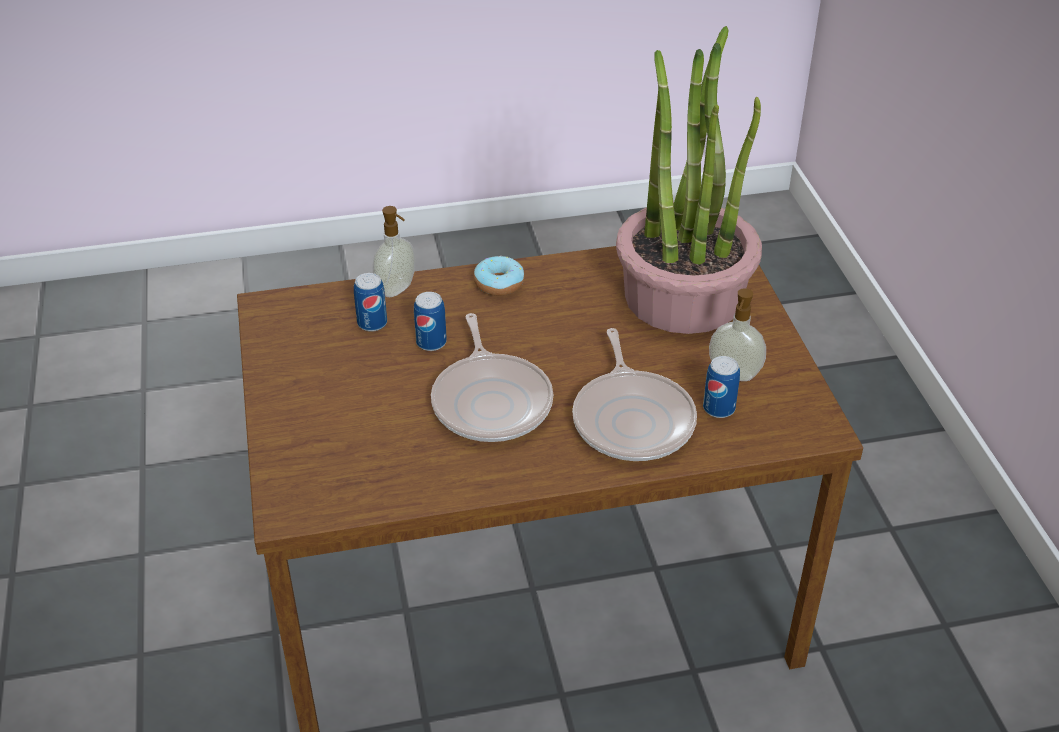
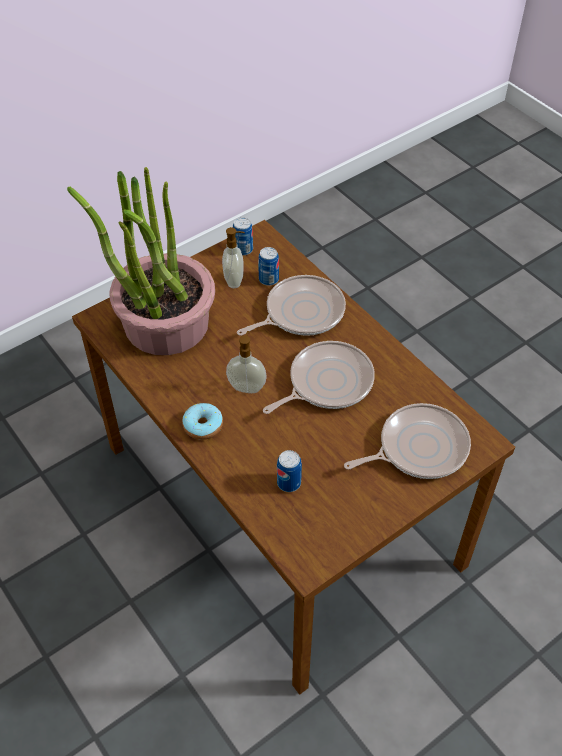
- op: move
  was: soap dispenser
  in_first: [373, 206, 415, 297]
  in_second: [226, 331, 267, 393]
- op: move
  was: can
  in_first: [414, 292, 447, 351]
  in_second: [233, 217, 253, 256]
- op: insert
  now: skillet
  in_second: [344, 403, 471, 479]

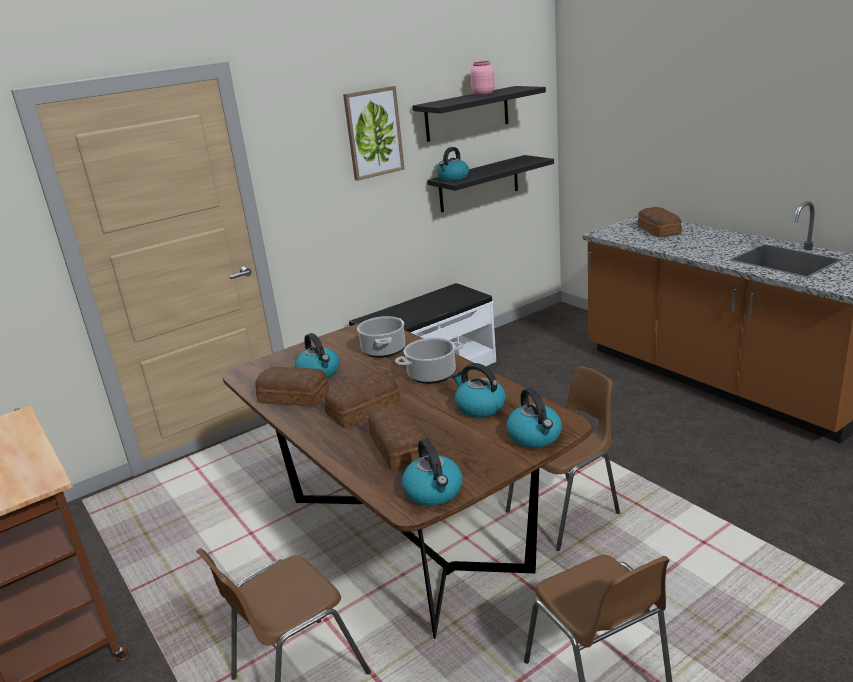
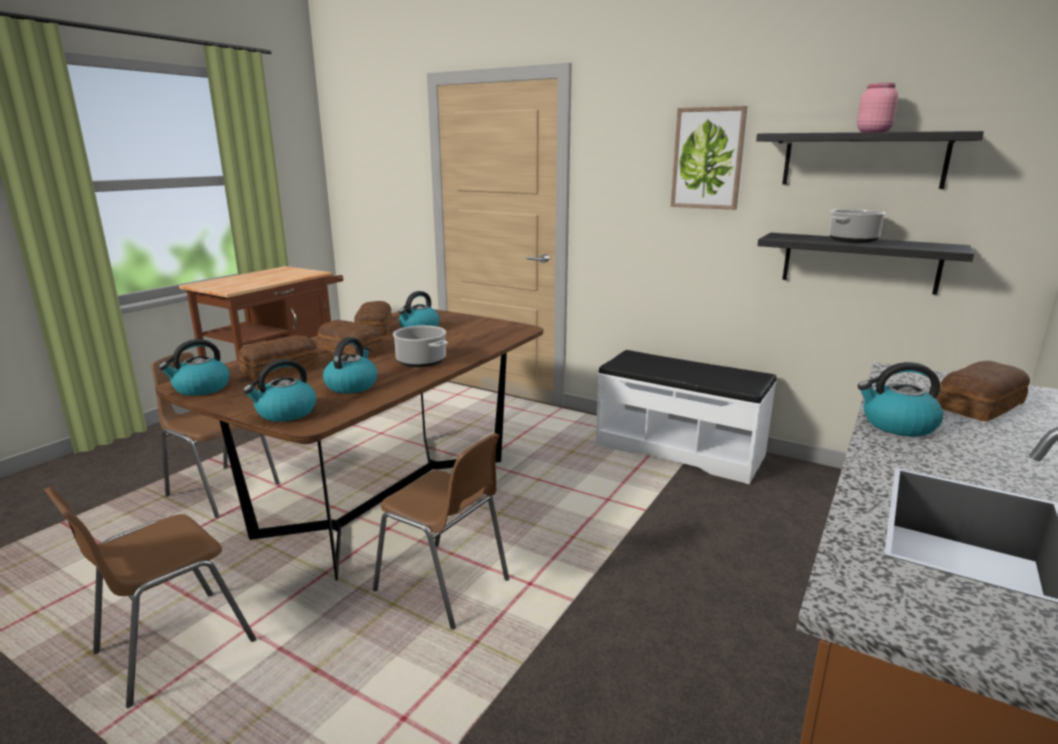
- op: move
  was: saucepot
  in_first: [357, 316, 405, 358]
  in_second: [829, 209, 886, 243]
- op: move
  was: kettle
  in_first: [437, 147, 469, 181]
  in_second: [858, 362, 943, 437]

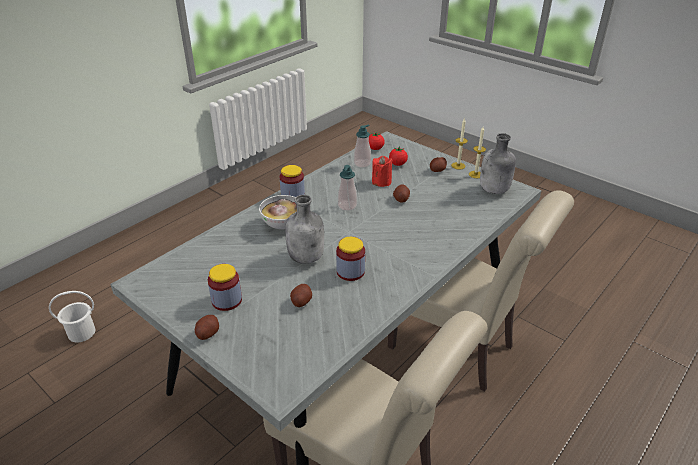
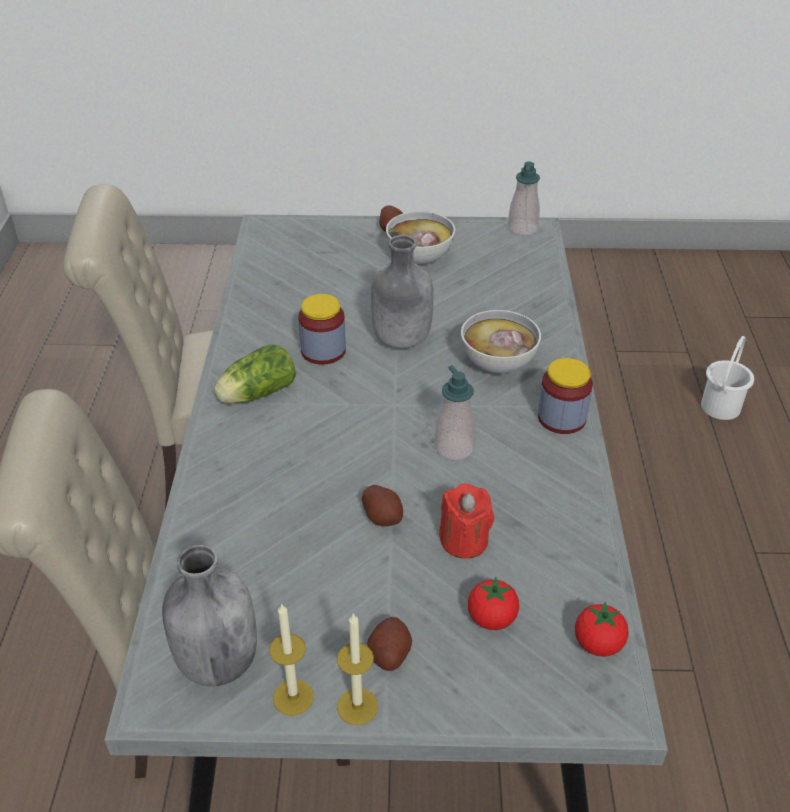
- op: replace
  was: preserve jar
  now: serving bowl
  in_first: [208, 264, 242, 311]
  in_second: [386, 211, 455, 264]
- op: delete
  was: whole potato
  in_first: [290, 284, 312, 307]
- op: move
  was: soap dispenser
  in_first: [354, 125, 371, 168]
  in_second: [508, 162, 540, 236]
- op: insert
  now: head of lettuce
  in_second: [214, 345, 296, 403]

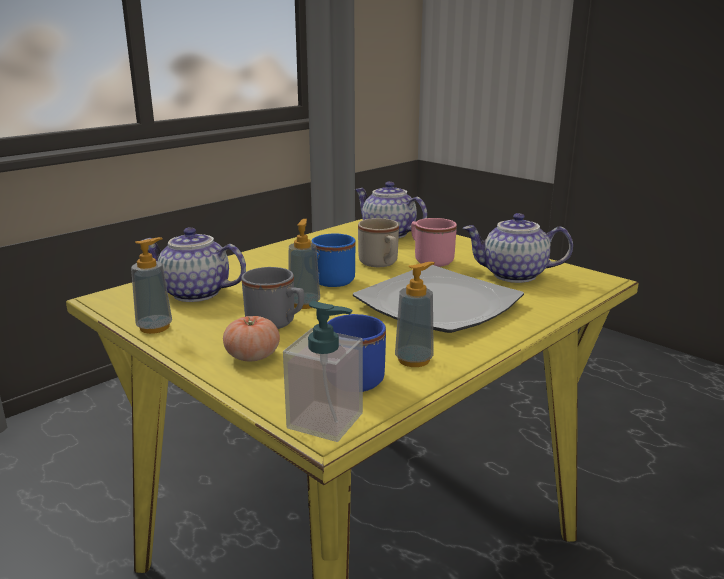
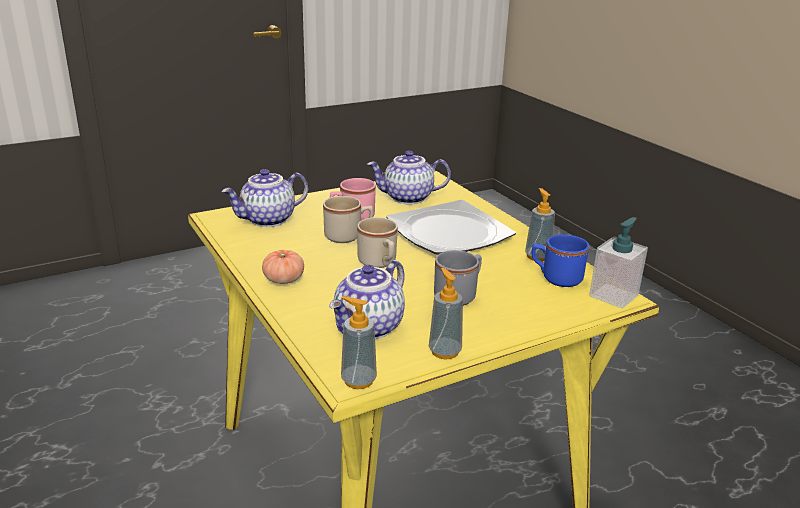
- op: move
  was: tomato
  in_first: [223, 316, 280, 361]
  in_second: [262, 250, 304, 284]
- op: move
  was: soap dispenser
  in_first: [288, 219, 320, 309]
  in_second: [341, 296, 377, 389]
- op: recolor
  was: bluish mug
  now: beige-coloured mug
  in_first: [311, 234, 355, 287]
  in_second: [357, 217, 398, 268]
- op: rotate
  was: tea pot
  in_first: [463, 213, 573, 283]
  in_second: [367, 150, 451, 204]
  clockwise: 60

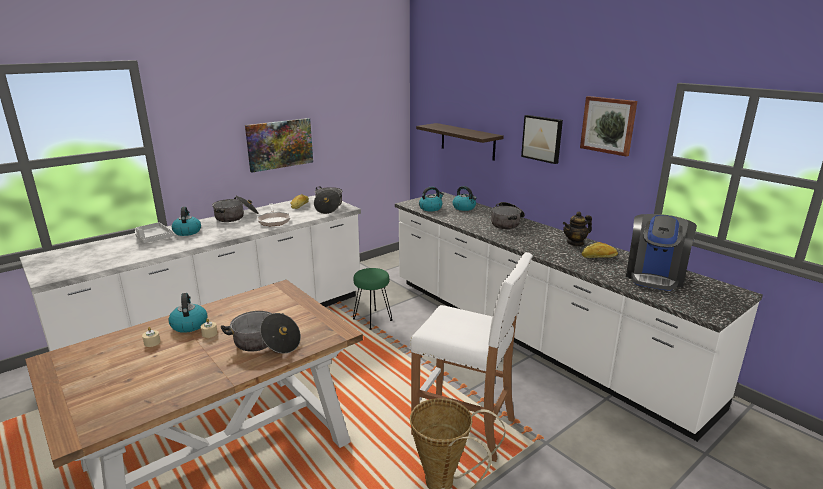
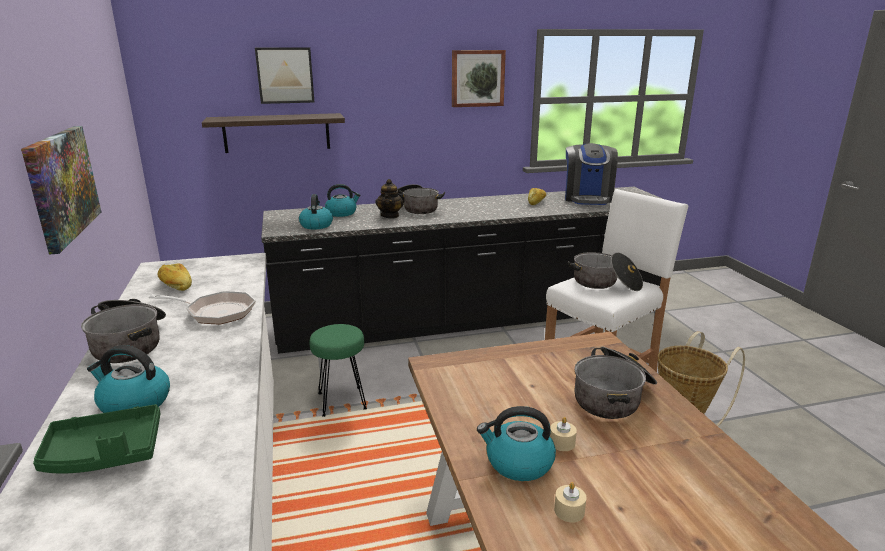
- op: recolor
  was: grey carrying tray
  now: greenish carrying tray
  in_first: [135, 222, 174, 243]
  in_second: [33, 404, 160, 473]
- op: move
  was: saucepot
  in_first: [314, 186, 342, 214]
  in_second: [568, 252, 643, 291]
- op: recolor
  was: whitish kitchen base unit
  now: black kitchen base unit
  in_first: [395, 192, 763, 442]
  in_second: [261, 187, 663, 354]
- op: move
  was: picture
  in_first: [521, 115, 563, 164]
  in_second: [255, 47, 314, 104]
- op: move
  was: tea pot
  in_first: [563, 211, 592, 246]
  in_second: [375, 179, 404, 218]
- op: rotate
  was: coffee maker
  in_first: [626, 214, 697, 291]
  in_second: [565, 143, 618, 205]
  clockwise: 45

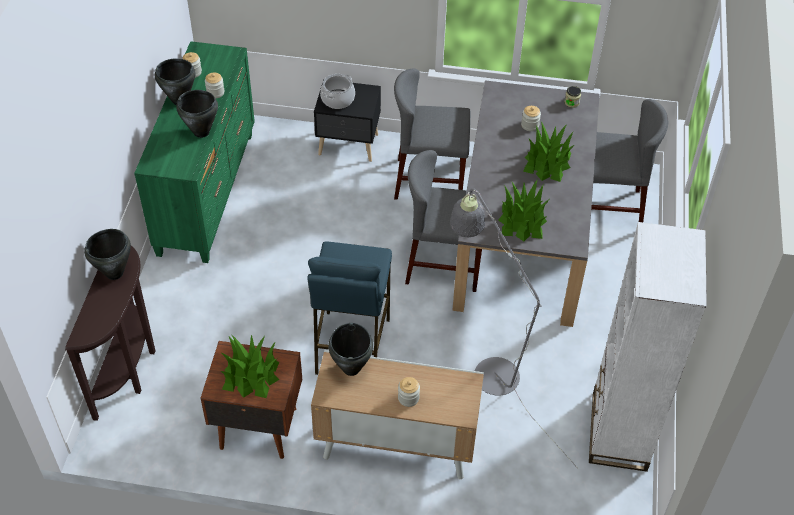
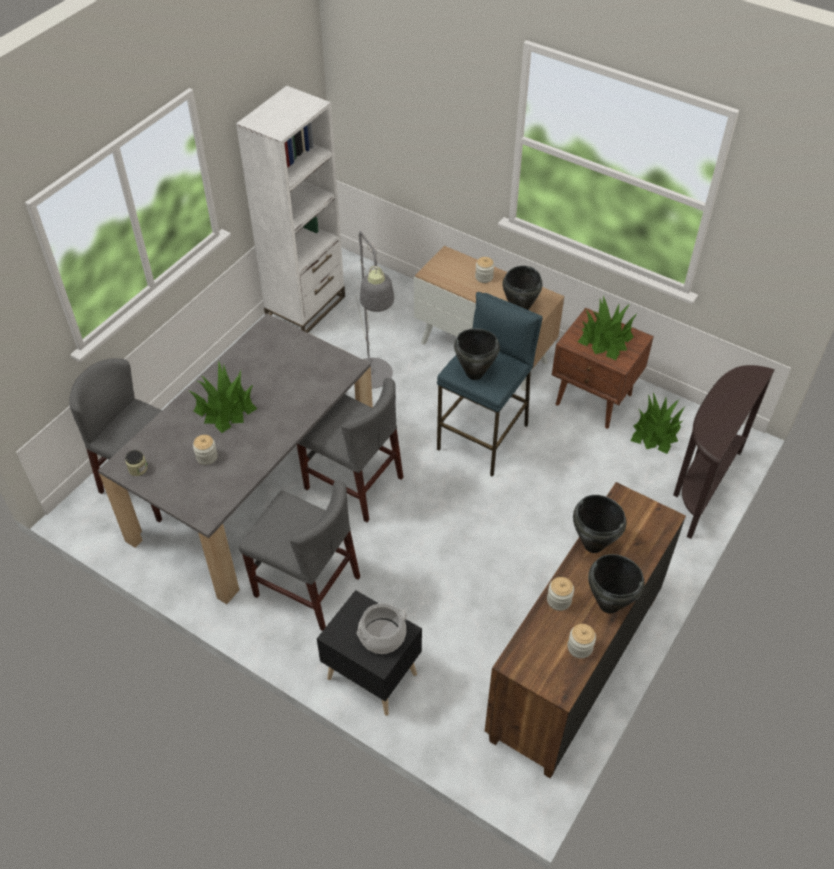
- op: move
  was: black saucepot
  in_first: [84, 229, 131, 280]
  in_second: [454, 328, 500, 380]
- op: recolor
  was: greenish drawer chest
  now: brown-coloured drawer chest
  in_first: [134, 41, 255, 263]
  in_second: [485, 482, 686, 778]
- op: move
  was: plant in a pot
  in_first: [498, 179, 549, 241]
  in_second: [631, 393, 685, 454]

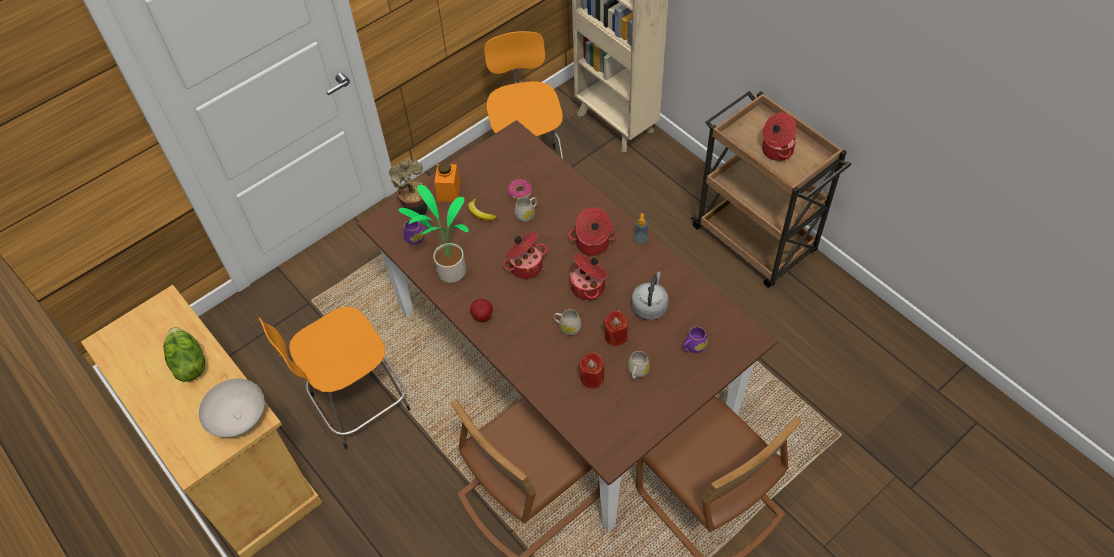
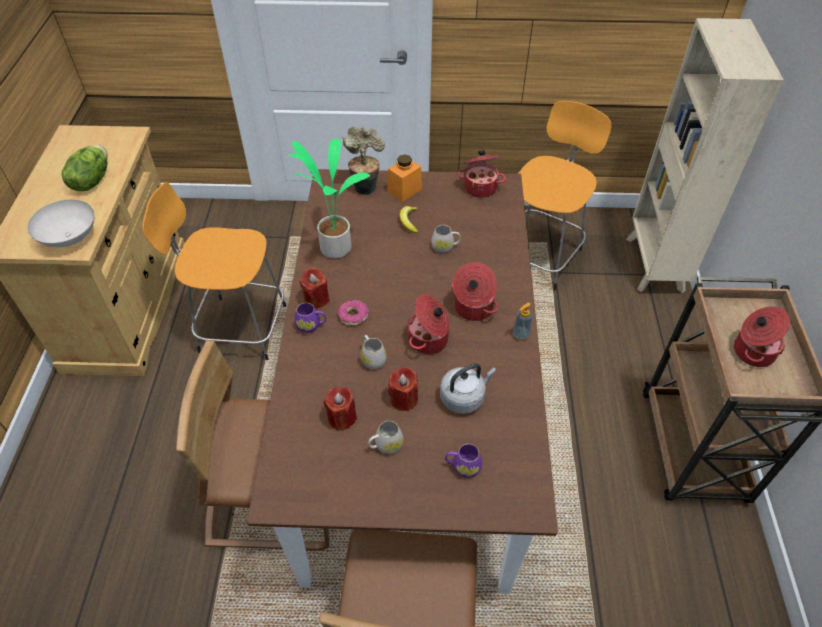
- op: move
  was: purple-coloured mug
  in_first: [403, 220, 427, 245]
  in_second: [295, 303, 326, 333]
- op: replace
  was: apple fruit
  now: red wax candle
  in_first: [470, 299, 493, 322]
  in_second: [300, 267, 330, 309]
- op: move
  was: saucepot
  in_first: [503, 232, 547, 279]
  in_second: [458, 150, 506, 198]
- op: move
  was: ring doughnut
  in_first: [507, 179, 532, 200]
  in_second: [338, 300, 369, 325]

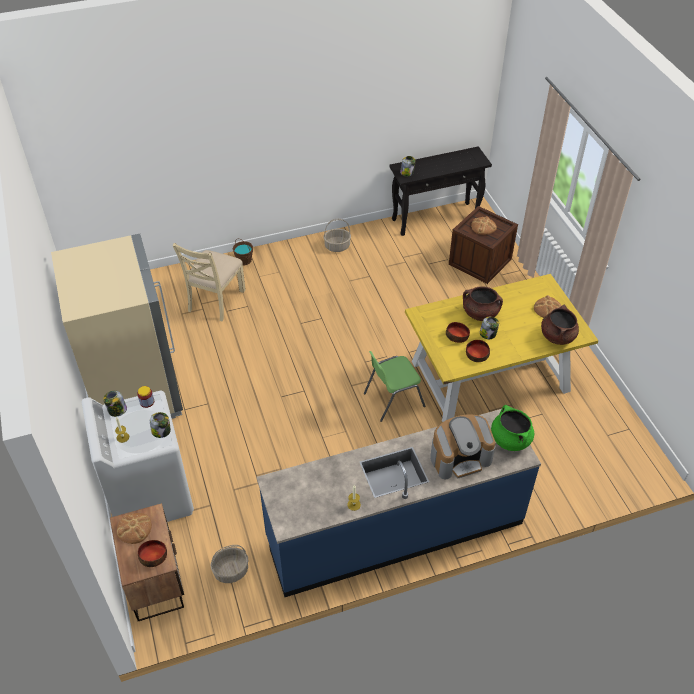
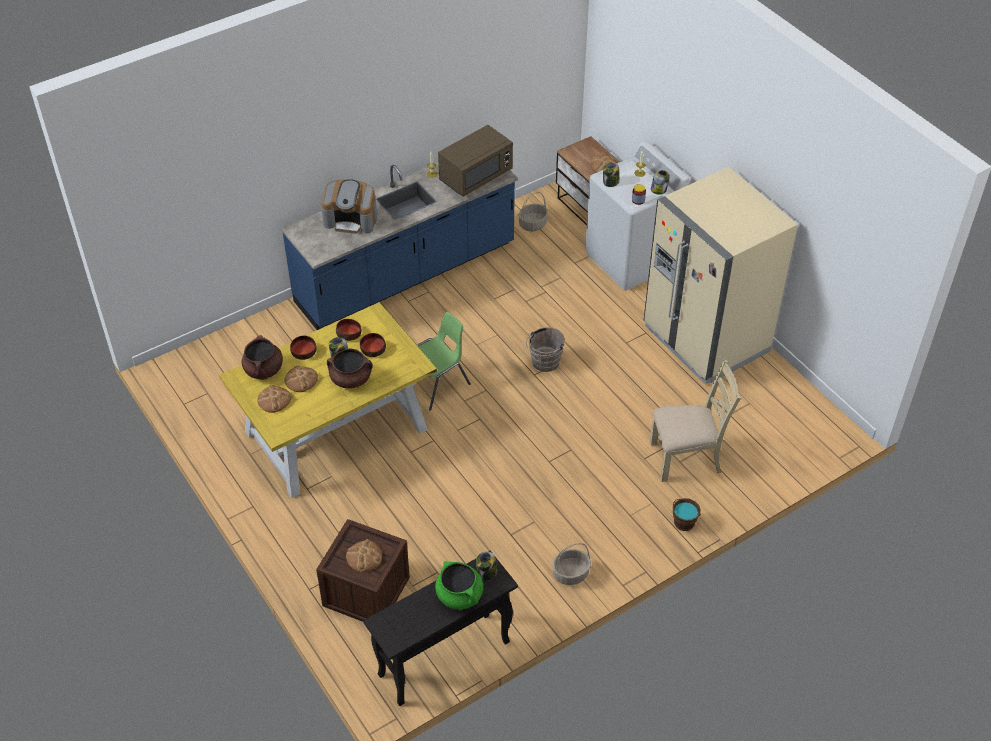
- op: move
  was: serving bowl
  in_first: [138, 540, 167, 567]
  in_second: [290, 336, 317, 360]
- op: rotate
  was: beige-coloured plain chair
  in_first: [173, 243, 246, 321]
  in_second: [650, 360, 741, 482]
  clockwise: 75
- op: rotate
  was: coffee maker
  in_first: [430, 414, 496, 479]
  in_second: [322, 179, 377, 234]
  clockwise: -135
- op: move
  was: greenish saucepot
  in_first: [491, 405, 534, 451]
  in_second: [435, 561, 483, 610]
- op: insert
  now: bakery bread
  in_second: [284, 365, 318, 392]
- op: insert
  now: brown-coloured microwave
  in_second: [438, 125, 513, 197]
- op: insert
  now: brown-coloured bucket
  in_second: [526, 327, 565, 372]

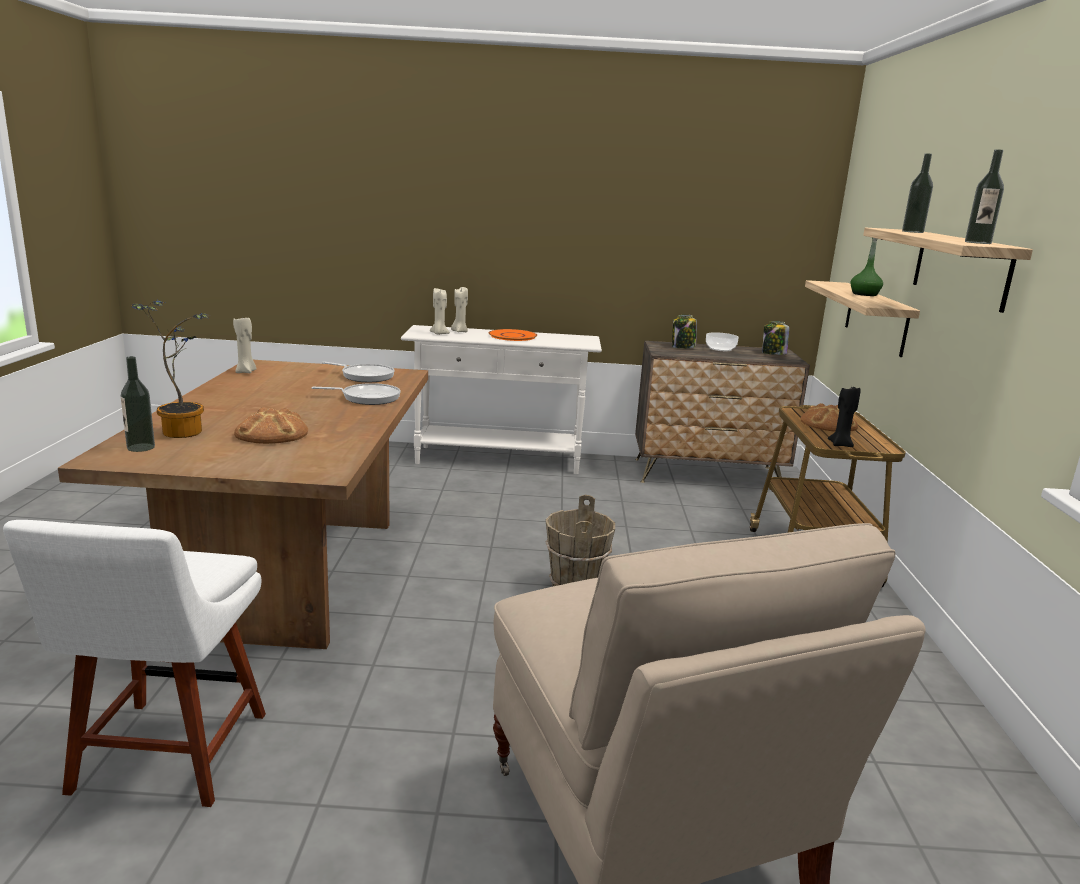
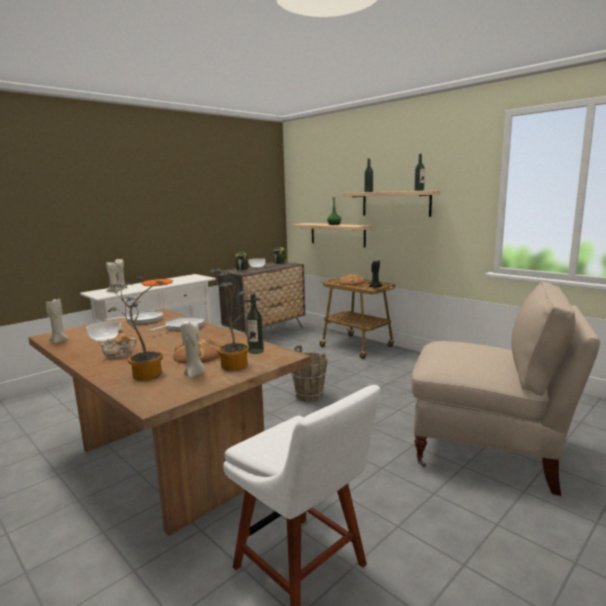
- op: move
  was: drink bottle
  in_first: [121, 356, 155, 452]
  in_second: [246, 294, 264, 354]
- op: insert
  now: serving bowl
  in_second: [87, 321, 121, 342]
- op: insert
  now: tea pot
  in_second: [99, 329, 137, 359]
- op: insert
  now: beige-coloured wax candle
  in_second: [181, 322, 206, 378]
- op: insert
  now: plant in a pot
  in_second: [209, 269, 262, 371]

